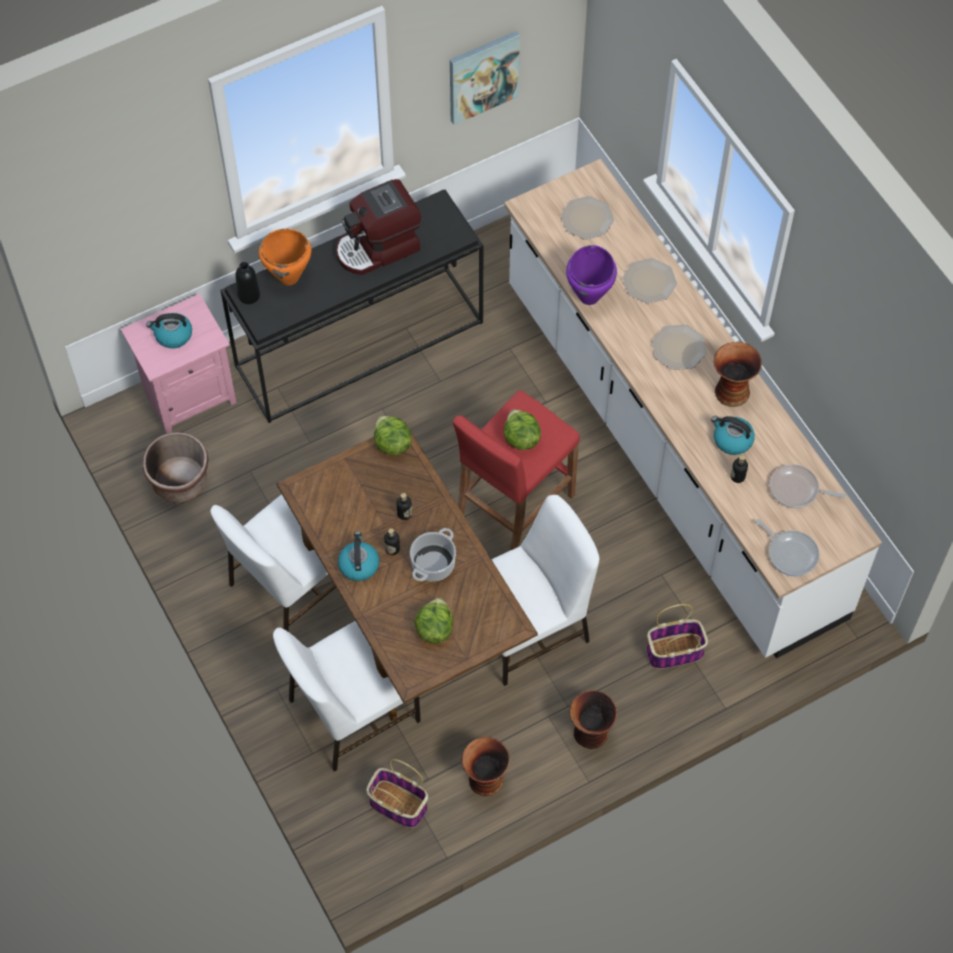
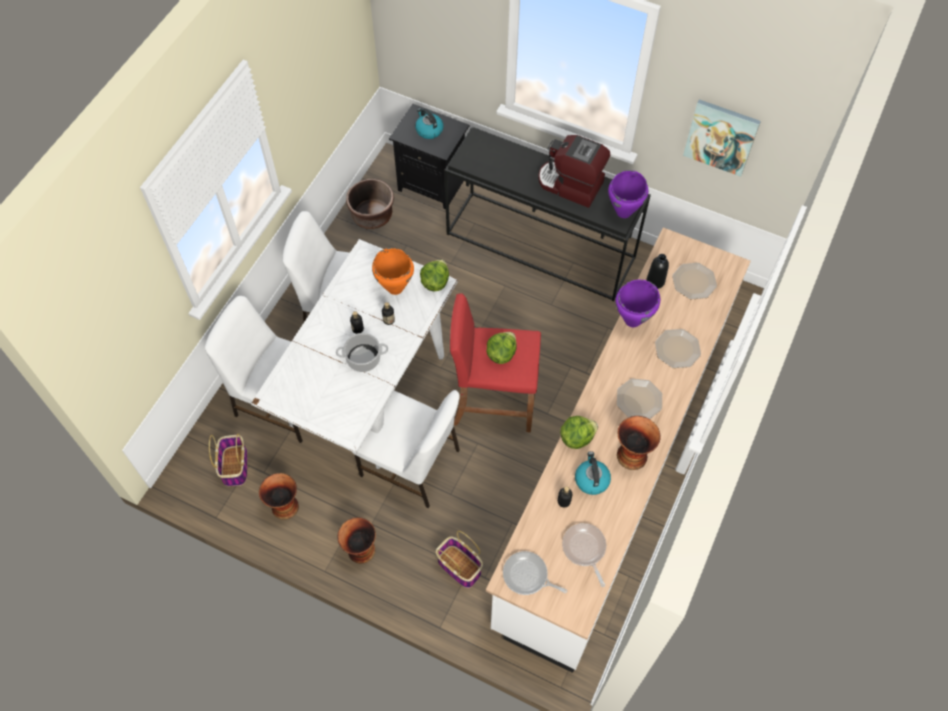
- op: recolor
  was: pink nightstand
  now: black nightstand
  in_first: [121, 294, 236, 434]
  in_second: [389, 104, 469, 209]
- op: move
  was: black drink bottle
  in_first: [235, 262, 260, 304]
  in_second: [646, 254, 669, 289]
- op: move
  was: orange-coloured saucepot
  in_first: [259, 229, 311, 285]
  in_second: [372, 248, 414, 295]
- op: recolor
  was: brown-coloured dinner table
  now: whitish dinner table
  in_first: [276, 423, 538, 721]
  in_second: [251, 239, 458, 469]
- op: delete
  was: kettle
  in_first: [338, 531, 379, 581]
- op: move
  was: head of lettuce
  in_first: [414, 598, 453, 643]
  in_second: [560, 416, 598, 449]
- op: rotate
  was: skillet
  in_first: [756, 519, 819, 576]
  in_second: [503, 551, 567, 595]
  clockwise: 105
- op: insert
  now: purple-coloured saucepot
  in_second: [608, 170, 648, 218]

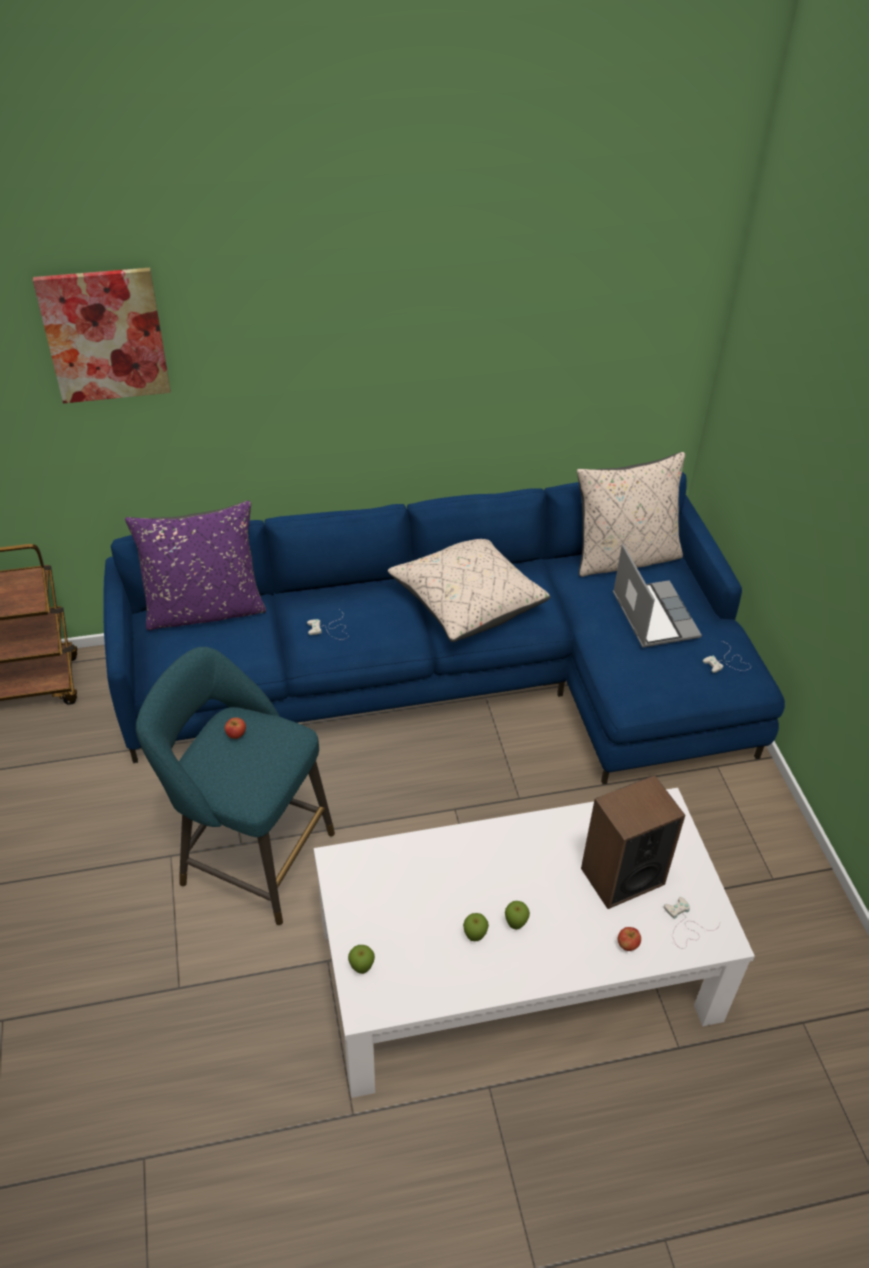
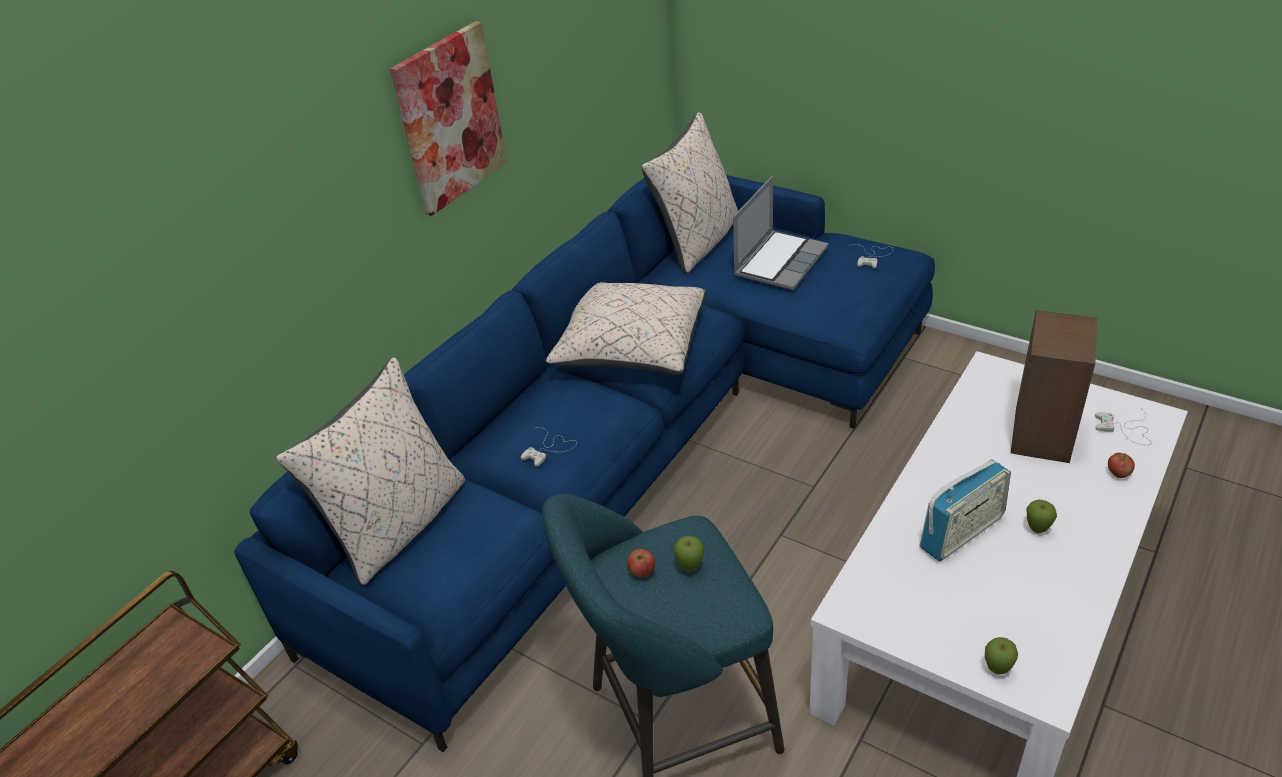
- op: move
  was: picture
  in_first: [33, 268, 171, 403]
  in_second: [390, 21, 507, 216]
- op: recolor
  was: purple-coloured throw pillow
  now: beige-coloured throw pillow
  in_first: [125, 501, 266, 630]
  in_second: [276, 358, 465, 585]
- op: move
  was: apple fruit
  in_first: [463, 913, 489, 941]
  in_second: [674, 536, 704, 572]
- op: rotate
  was: laptop
  in_first: [613, 544, 702, 648]
  in_second: [733, 176, 829, 290]
  clockwise: 90
- op: insert
  now: radio receiver
  in_second: [920, 459, 1011, 561]

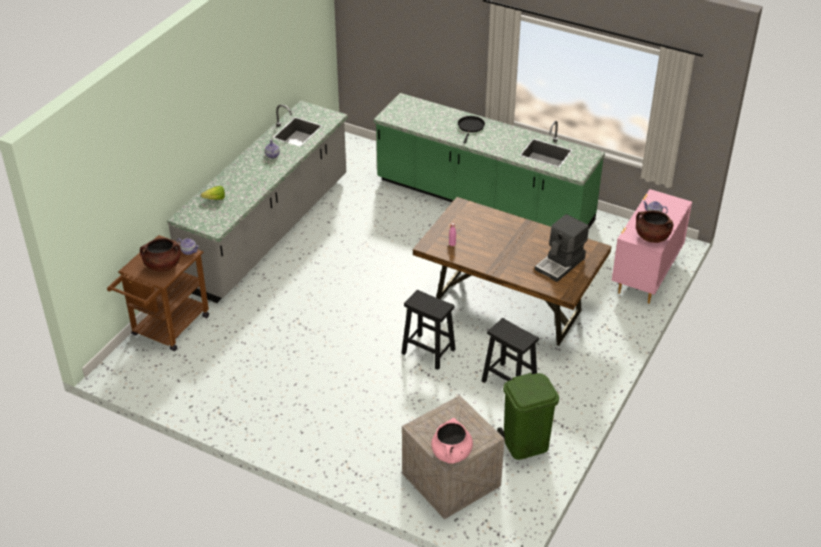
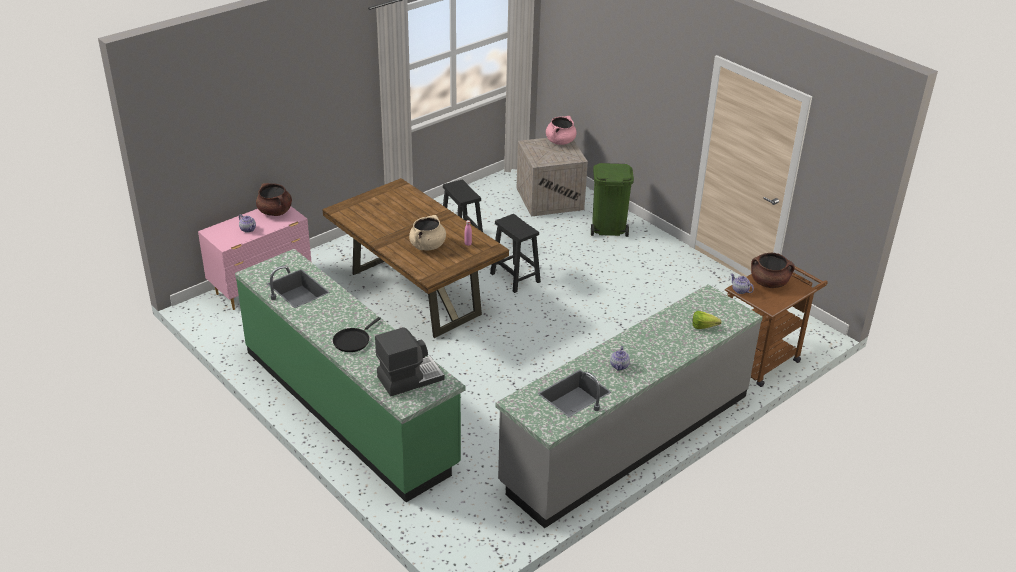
- op: move
  was: greenish rubbish bin
  in_first: [497, 373, 559, 460]
  in_second: [591, 163, 634, 237]
- op: move
  was: coffee maker
  in_first: [535, 214, 589, 282]
  in_second: [375, 327, 445, 396]
- op: insert
  now: beige-coloured saucepot
  in_second: [409, 215, 446, 250]

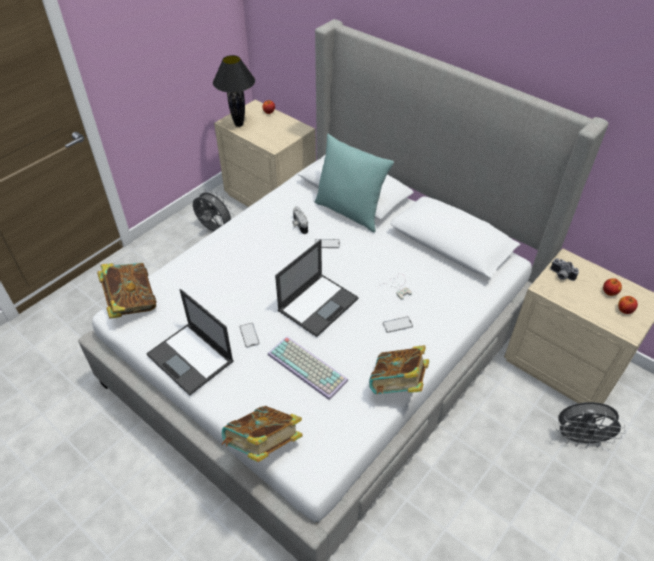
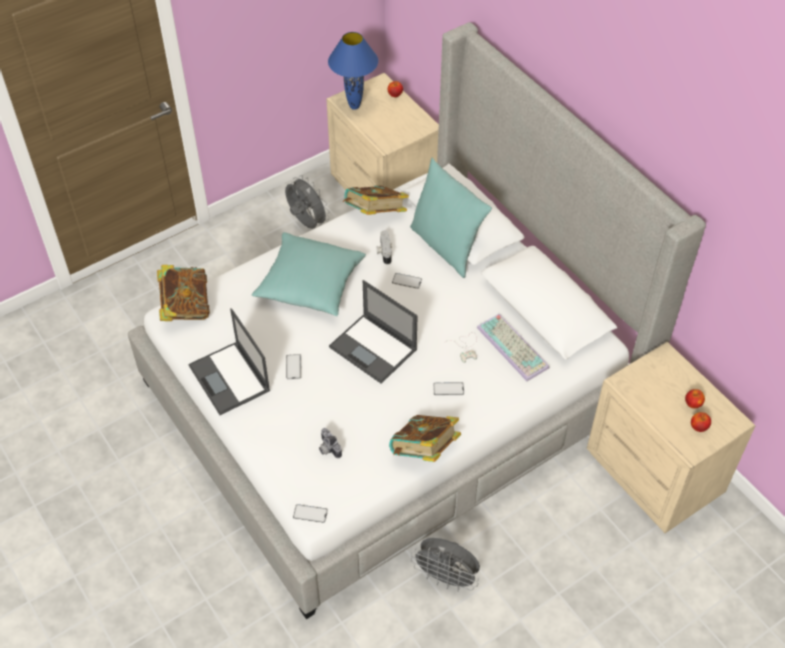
- op: recolor
  was: black table lamp
  now: bluish table lamp
  in_first: [213, 55, 255, 127]
  in_second: [328, 32, 378, 110]
- op: move
  was: bound book
  in_first: [222, 406, 303, 462]
  in_second: [343, 185, 409, 215]
- op: move
  was: keyboard
  in_first: [268, 336, 348, 400]
  in_second: [477, 314, 550, 381]
- op: rotate
  was: laptop
  in_first: [275, 239, 359, 337]
  in_second: [329, 280, 418, 383]
  clockwise: 75
- op: move
  was: photo camera
  in_first: [550, 258, 579, 281]
  in_second: [319, 428, 342, 458]
- op: move
  was: grey electric fan
  in_first: [555, 402, 625, 448]
  in_second: [410, 538, 480, 592]
- op: insert
  now: turquoise-coloured throw pillow
  in_second: [252, 232, 366, 316]
- op: insert
  now: telephone
  in_second: [293, 504, 328, 523]

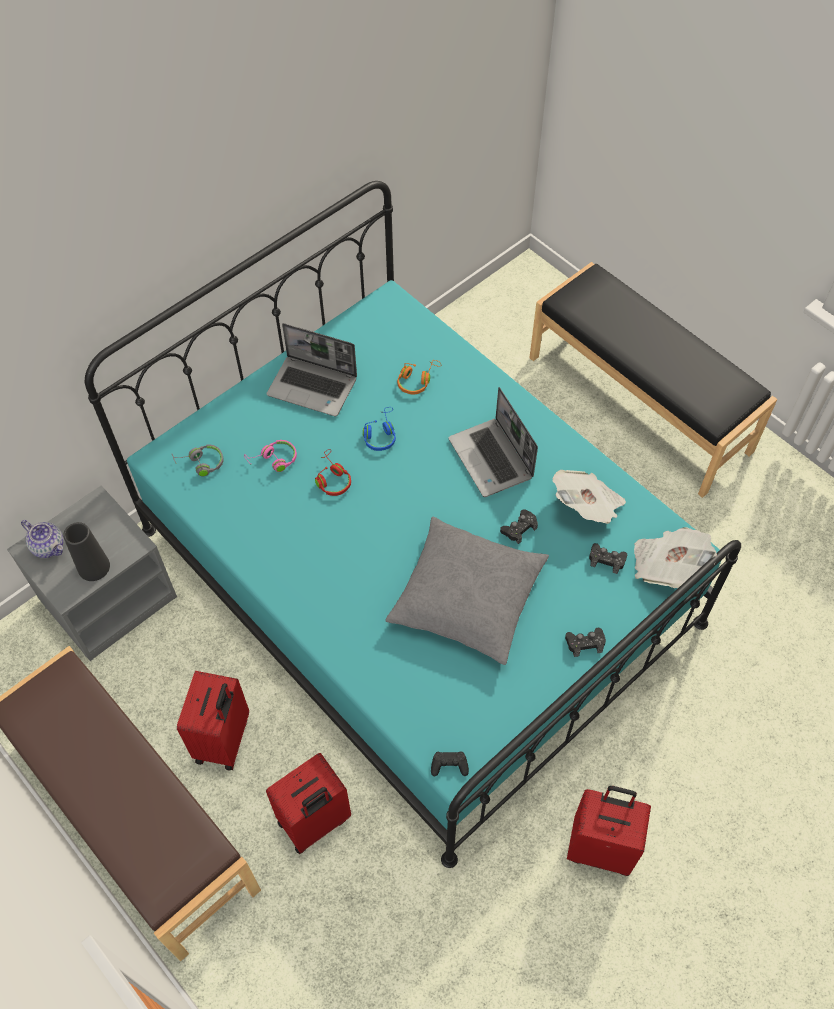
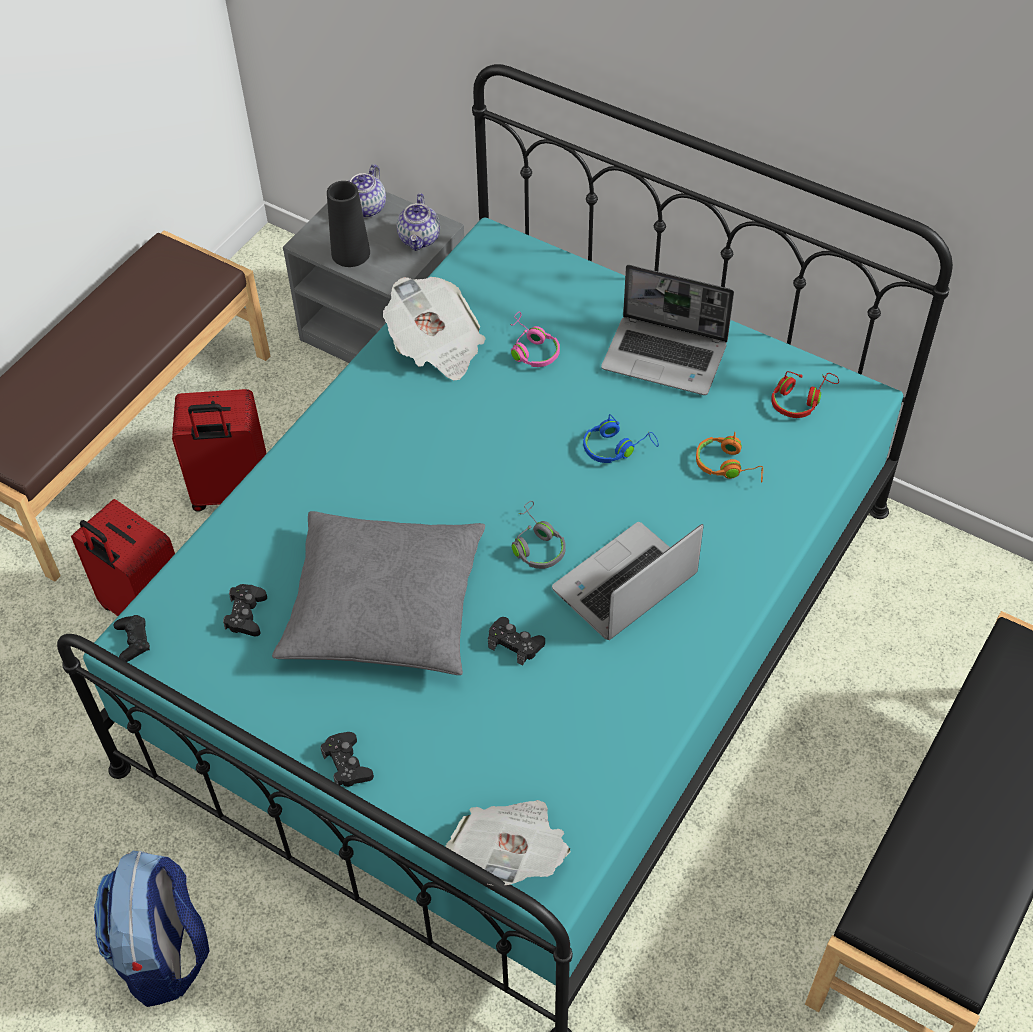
- op: move
  was: grey headphones
  in_first: [172, 445, 224, 476]
  in_second: [512, 501, 566, 569]
- op: rotate
  was: laptop
  in_first: [267, 323, 357, 416]
  in_second: [601, 265, 734, 395]
  clockwise: -75
- op: move
  was: red headphones
  in_first: [315, 449, 351, 496]
  in_second: [771, 371, 839, 418]
- op: move
  was: printed paper
  in_first: [553, 470, 626, 524]
  in_second: [383, 277, 486, 380]
- op: replace
  was: red travel case
  now: backpack
  in_first: [567, 786, 651, 876]
  in_second: [94, 851, 210, 1007]
- op: move
  was: black game controller
  in_first: [589, 543, 627, 574]
  in_second: [223, 584, 267, 636]
- op: insert
  now: tea pot
  in_second: [397, 193, 440, 251]

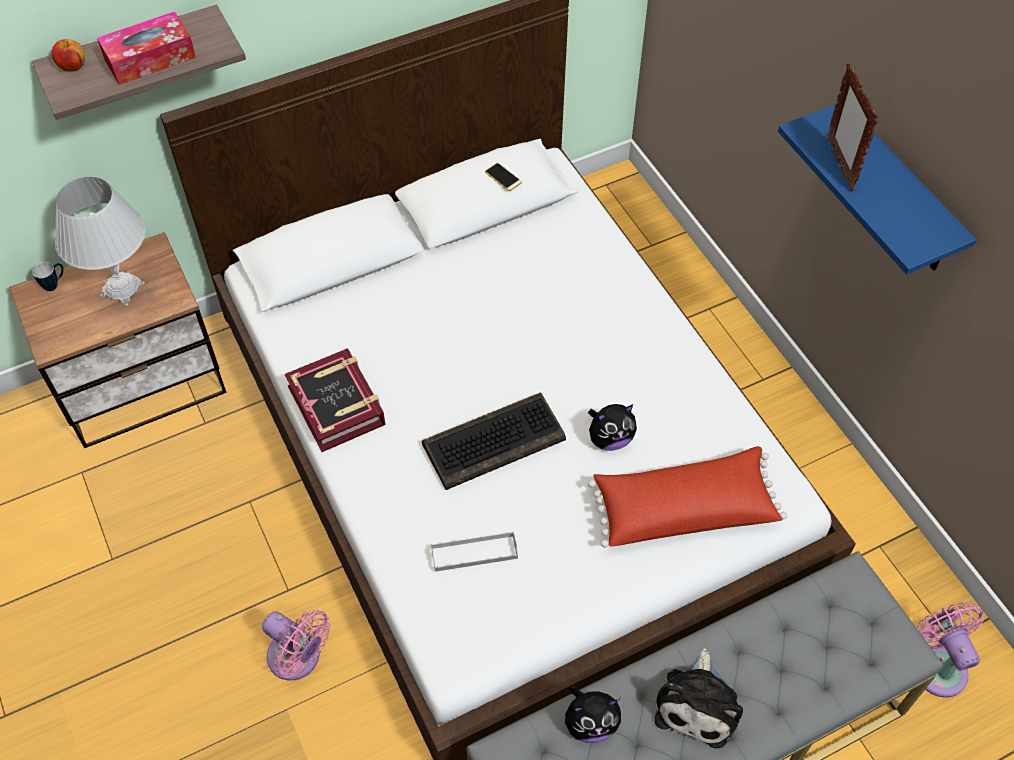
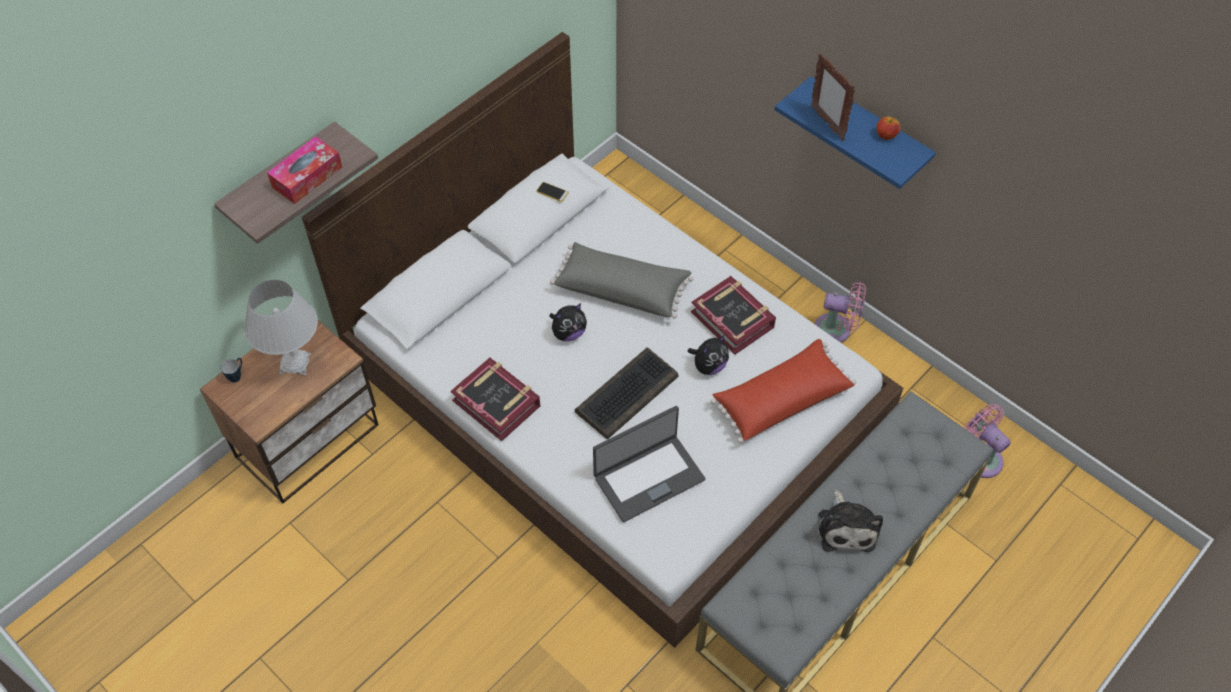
- op: move
  was: apple fruit
  in_first: [52, 39, 85, 72]
  in_second: [876, 117, 900, 140]
- op: move
  was: pink electric fan
  in_first: [262, 610, 331, 680]
  in_second: [815, 282, 866, 342]
- op: replace
  was: grey carrying tray
  now: laptop
  in_first: [431, 532, 518, 572]
  in_second: [593, 406, 705, 522]
- op: move
  was: plush toy
  in_first: [565, 686, 621, 743]
  in_second: [549, 303, 587, 342]
- op: insert
  now: grey throw pillow
  in_second: [550, 242, 693, 319]
- op: insert
  now: bound book
  in_second: [691, 276, 776, 355]

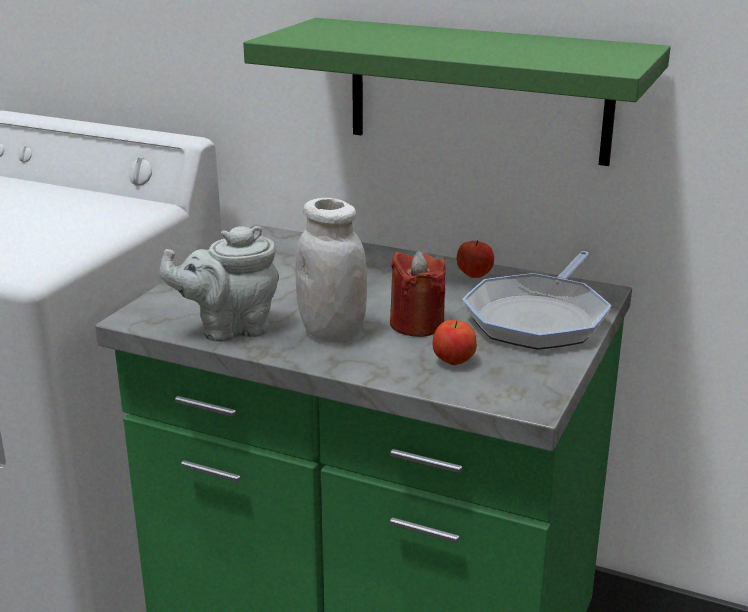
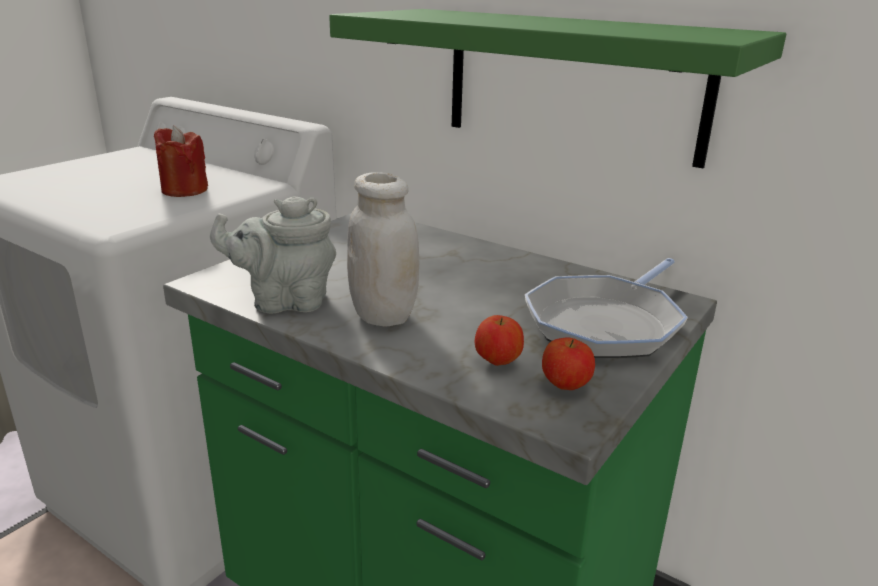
- op: move
  was: red wax candle
  in_first: [390, 251, 446, 337]
  in_second: [154, 126, 208, 197]
- op: move
  was: apple fruit
  in_first: [457, 240, 494, 278]
  in_second: [542, 338, 595, 390]

